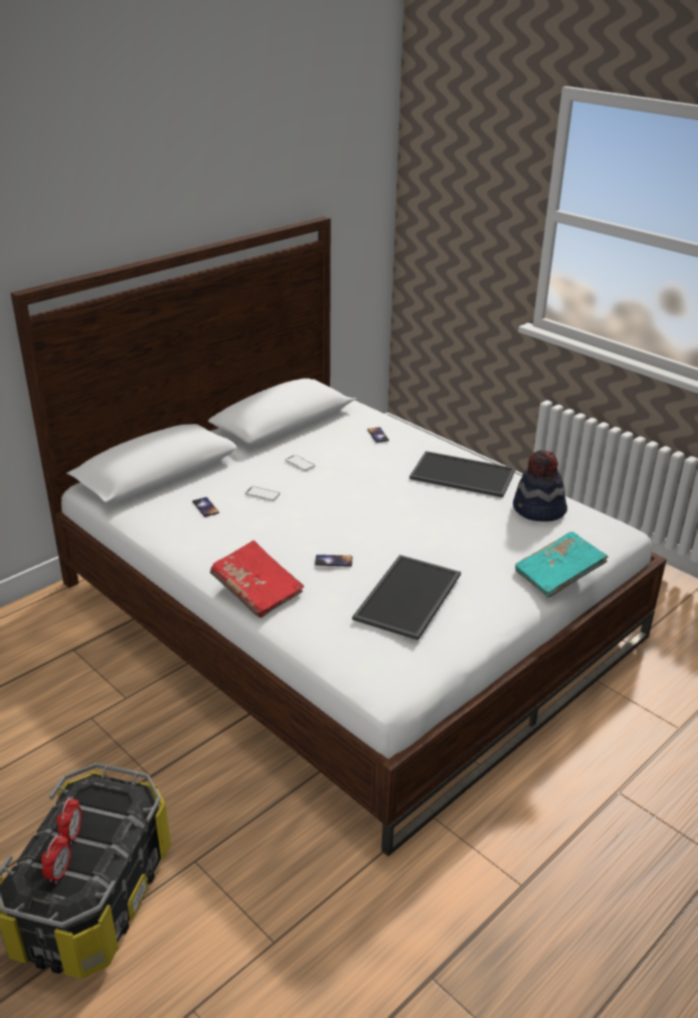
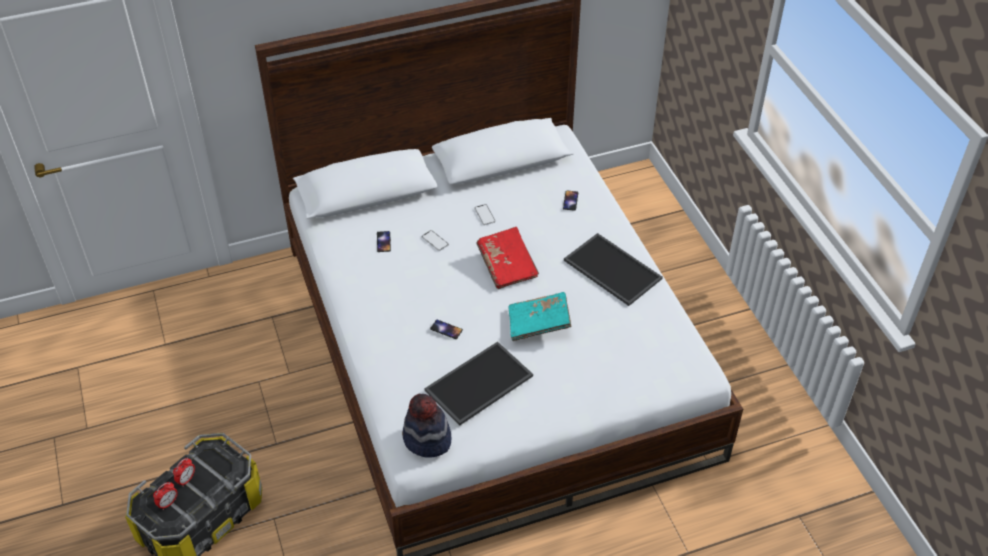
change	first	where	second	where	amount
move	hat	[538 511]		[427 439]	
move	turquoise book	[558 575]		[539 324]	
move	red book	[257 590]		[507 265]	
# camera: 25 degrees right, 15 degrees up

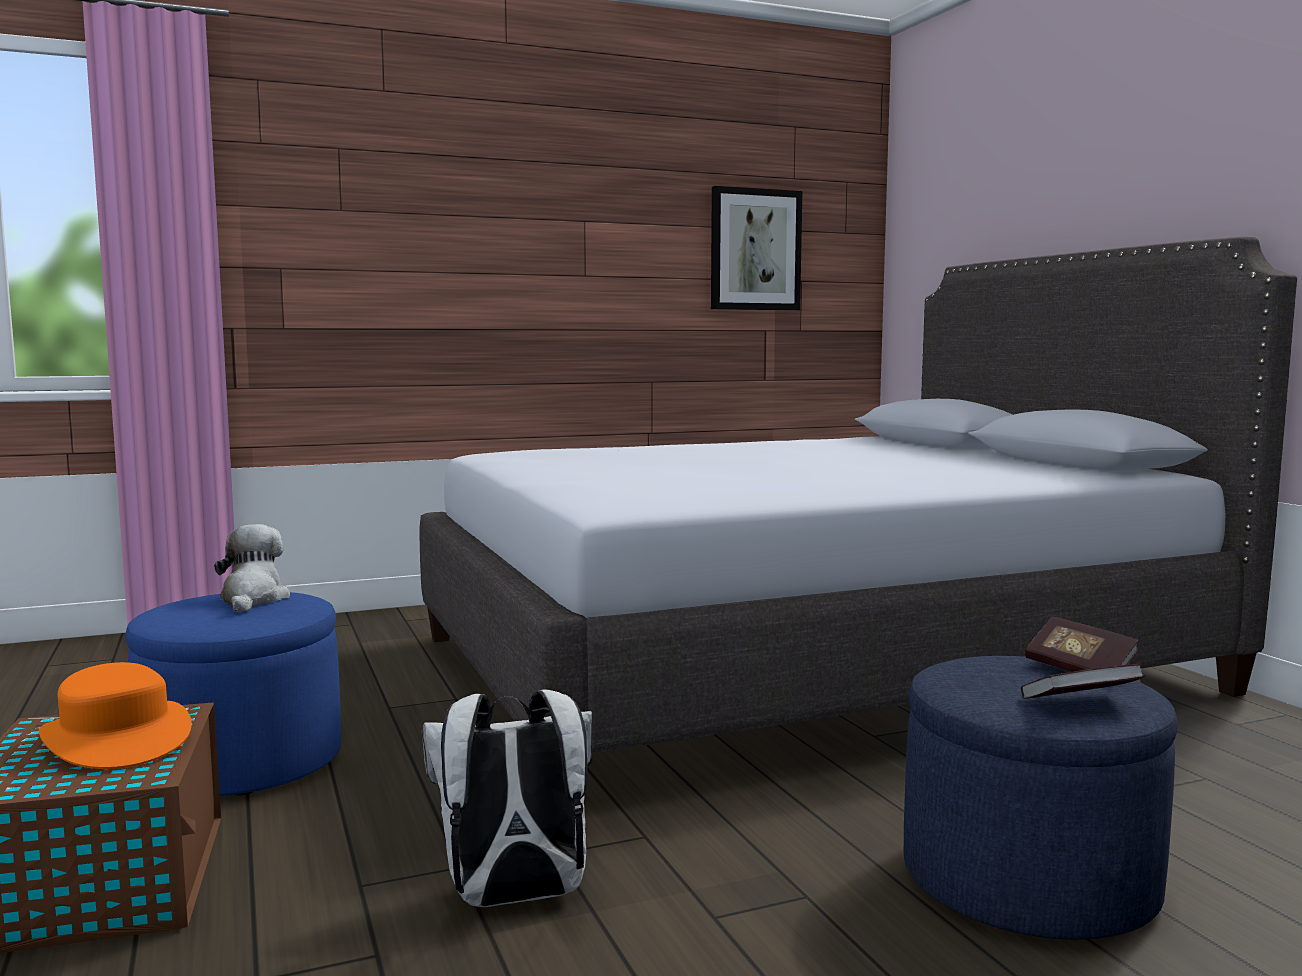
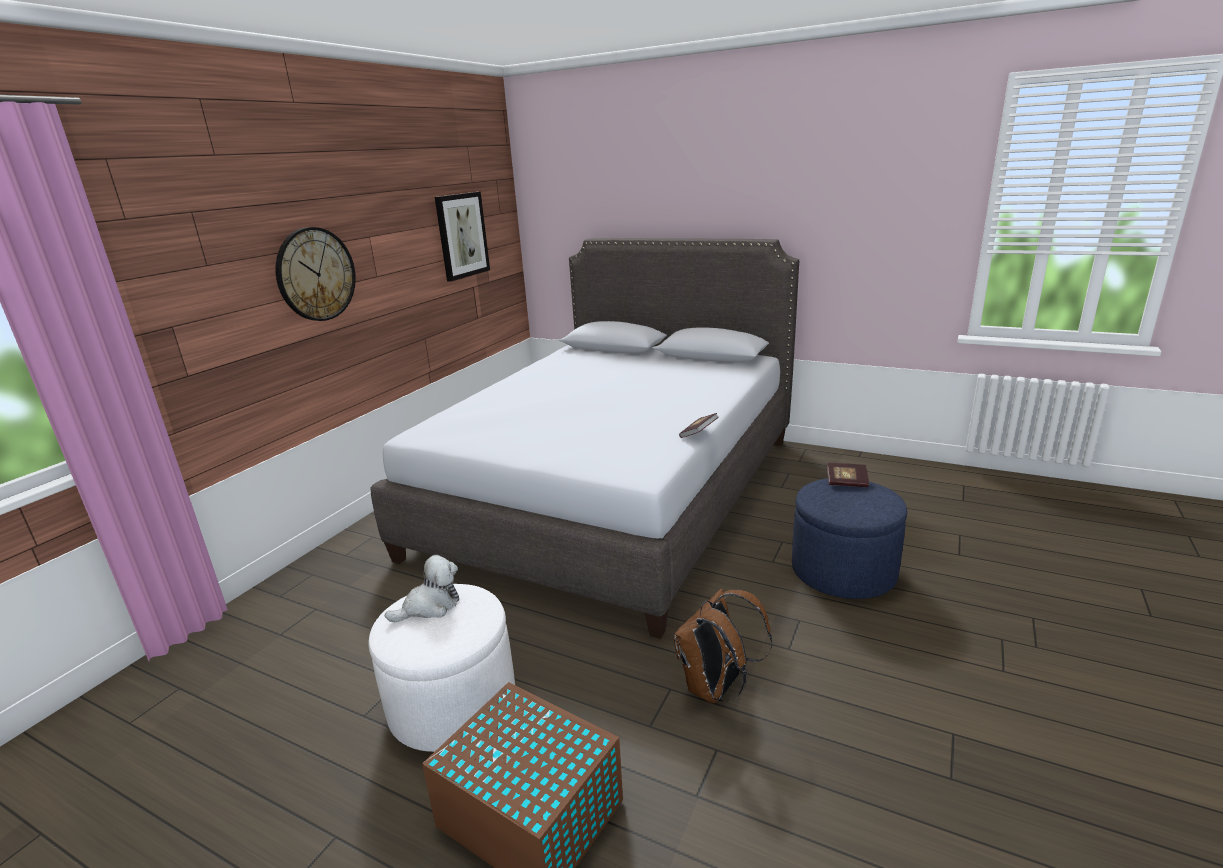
change	first	where	second	where	amount
rotate	plush toy	[252 599]		[430 606]	105 degrees clockwise
recolor	blue ottoman	[242 762]	white ottoman	[453 703]	
delete	orange hat	[116 738]			
move	book	[1080 703]		[698 433]	
recolor	white backpack	[514 898]	brown backpack	[716 688]	
insert			wall clock	[316 274]	
# camera: 40 degrees left, 15 degrees up

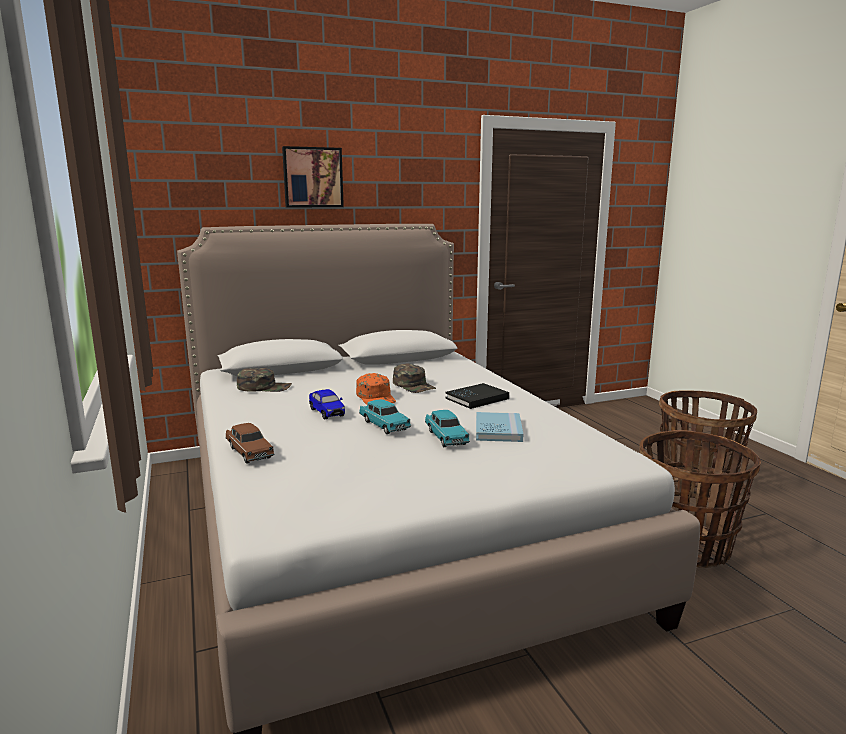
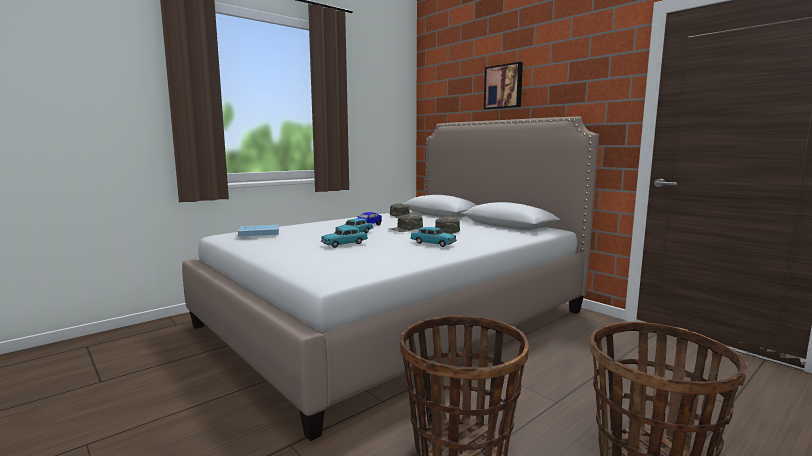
change	first	where	second	where	amount
recolor	orange cap	[376 397]	green cap	[406 229]	
replace	black book	[477 398]	turquoise toy car	[433 243]	
move	blue book	[498 430]		[259 232]	
delete	brown toy car	[249 452]			
# camera: 70 degrees right, 5 degrees down

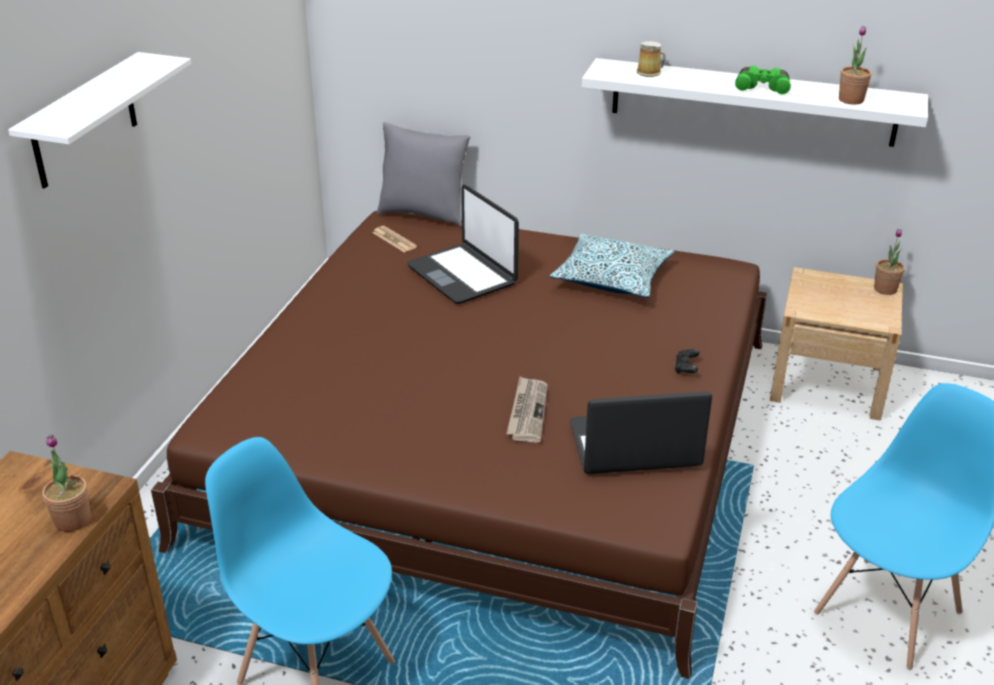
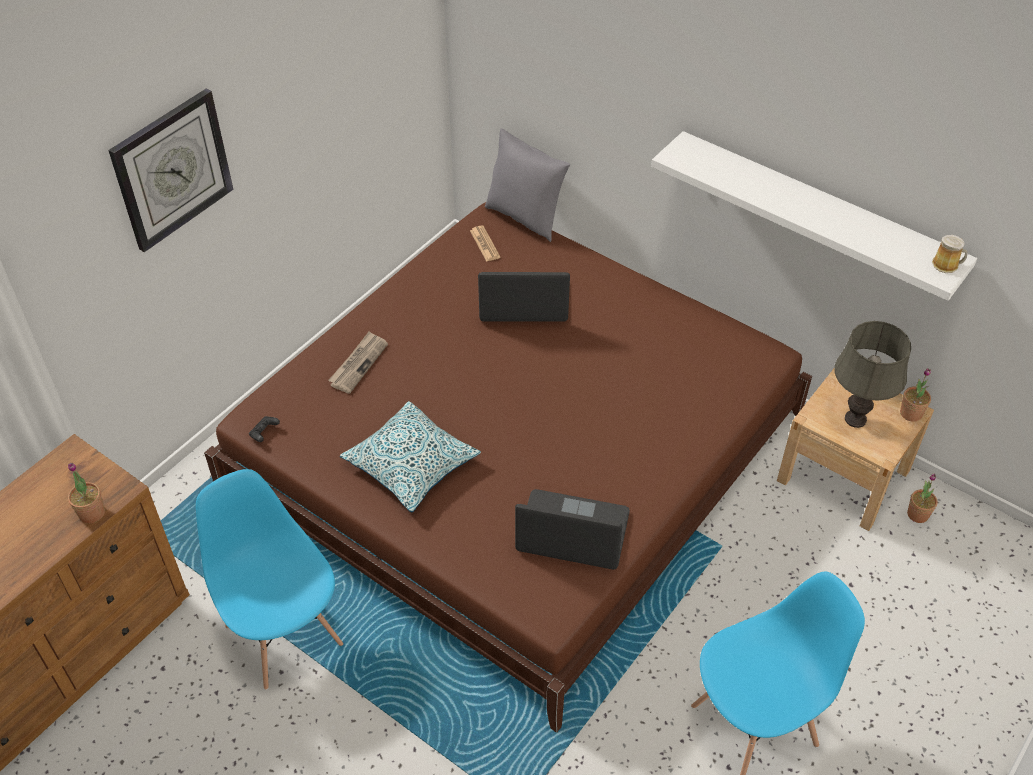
change	first	where	second	where	amount
move	potted plant	[851 100]		[917 514]	
move	mug	[650 72]		[947 265]	
replace	white shelf	[84 121]	wall clock	[172 169]	
delete	green binoculars	[762 87]			
rotate	laptop	[463 275]		[523 302]	105 degrees clockwise
move	pillow	[612 278]		[411 464]	
move	black game controller	[686 368]		[264 433]	
move	newspaper	[527 411]		[358 364]	
insert			grey table lamp	[856 419]	
# camera: 20 degrees right, 15 degrees up

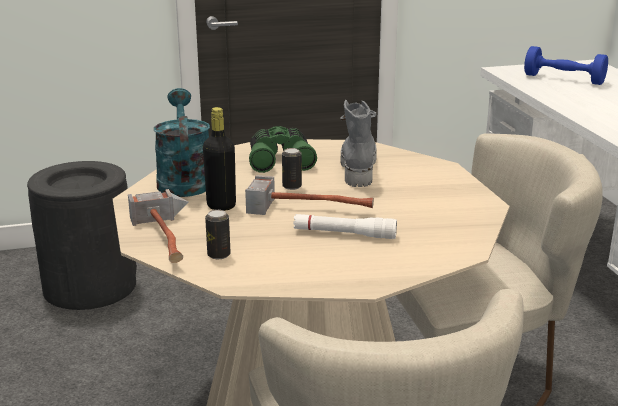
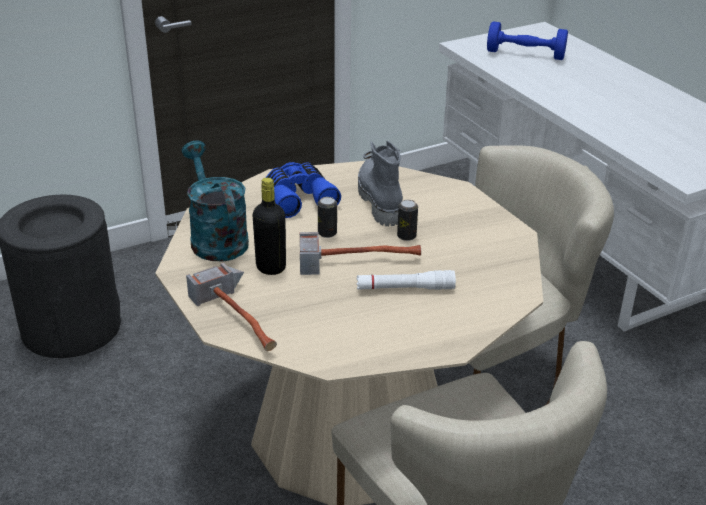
change	first	where	second	where	amount
recolor	green binoculars	[280 160]	blue binoculars	[298 198]	
move	can	[219 255]		[406 236]	
# camera: 15 degrees left, 10 degrees up

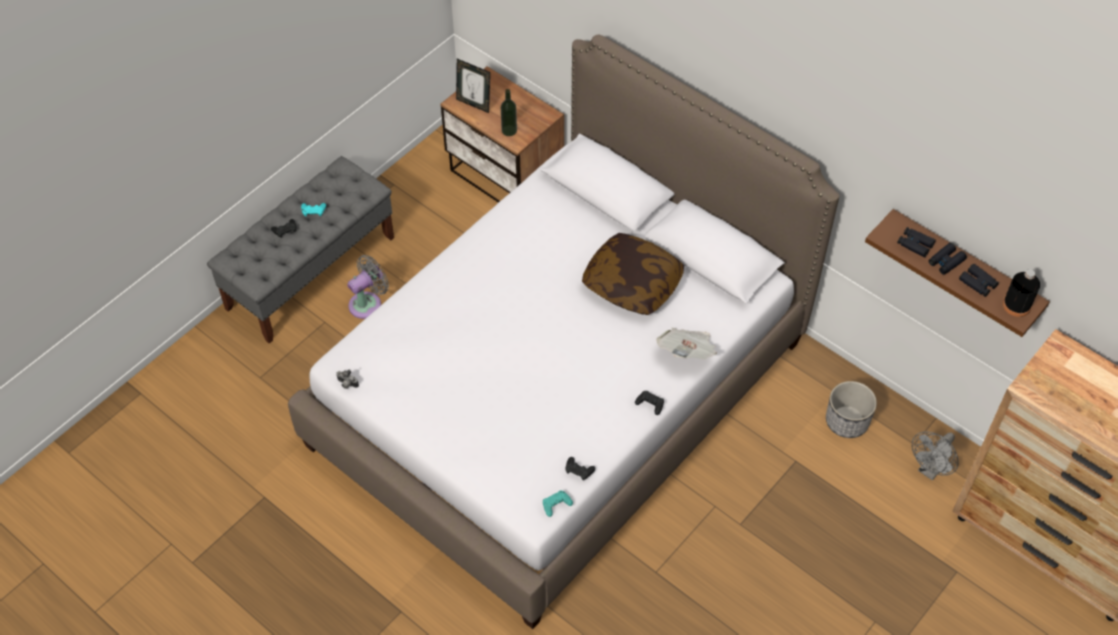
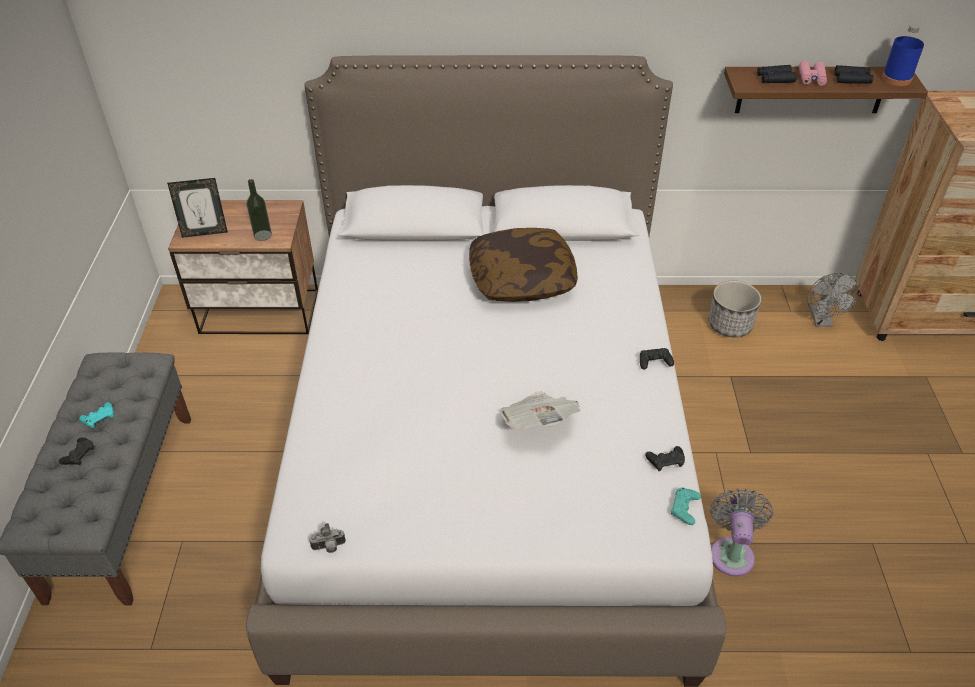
change	first	where	second	where	amount
recolor	black binoculars	[946 262]	pink binoculars	[811 78]	
move	grey fan	[368 303]		[731 552]	
recolor	black bottle	[1016 305]	blue bottle	[896 78]	
move	newspaper	[687 352]		[538 424]	
# camera: 40 degrees left, 10 degrees down

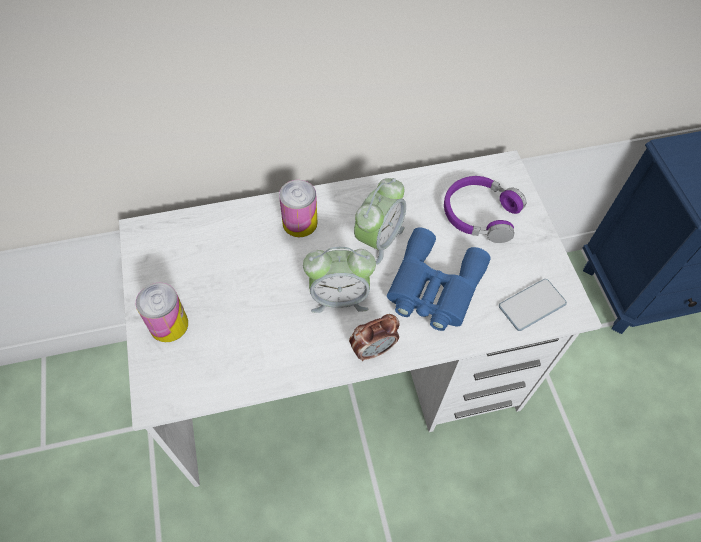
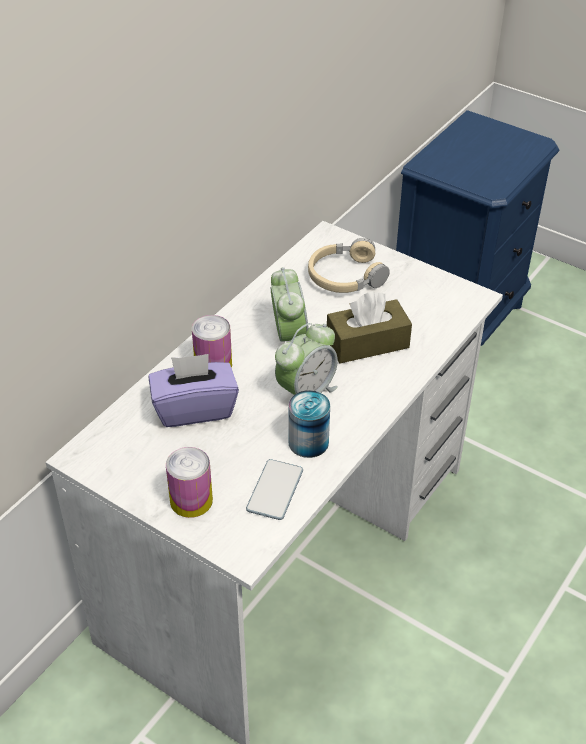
change	first	where	second	where	amount
recolor	purple headphones	[480 214]	beige headphones	[345 277]	
replace	blue binoculars	[433 288]	brown tissue box	[367 343]	
move	phone	[532 305]		[275 490]	
delete	alarm clock	[373 349]			
insert			purple tissue box	[194 408]	
insert			can	[308 442]	
# camera: 40 degrees left, 15 degrees down

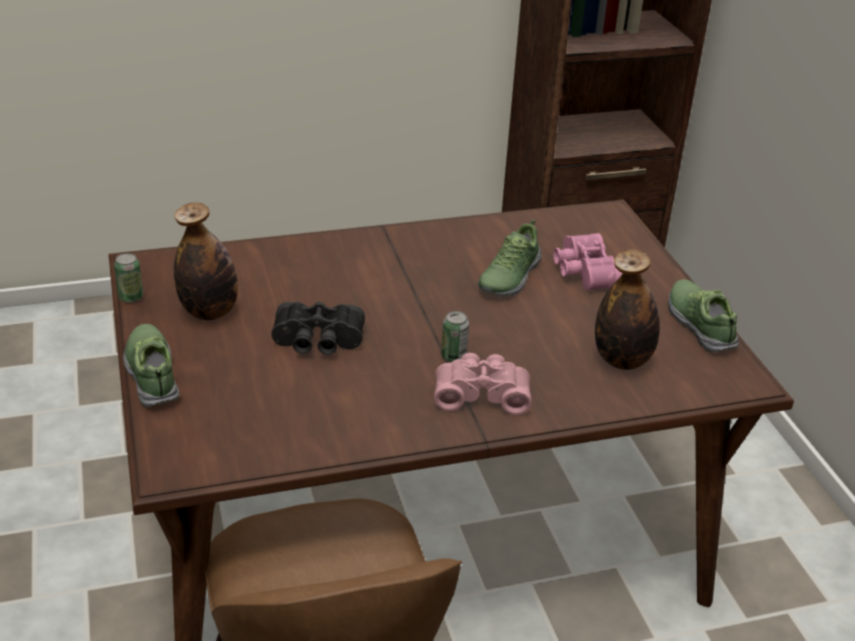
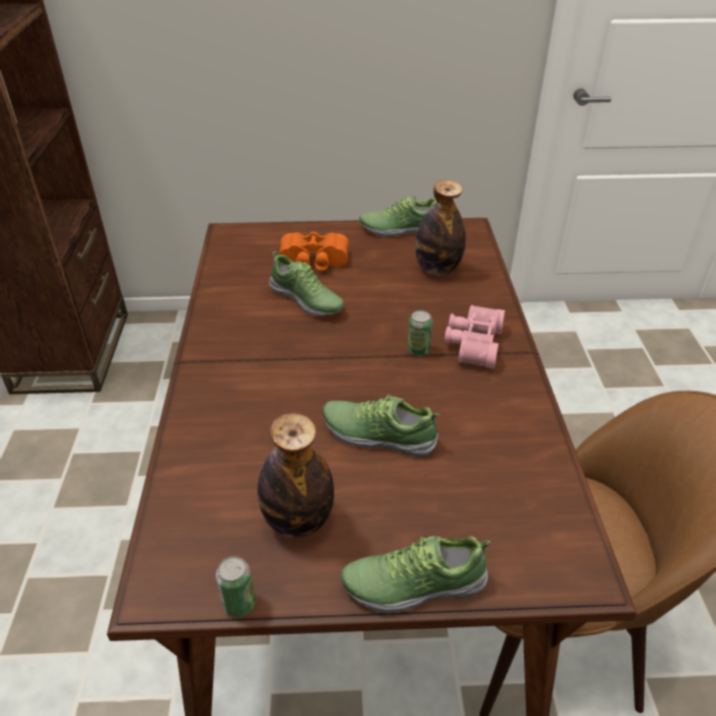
change	first	where	second	where	amount
recolor	pink binoculars	[582 272]	orange binoculars	[313 263]	
replace	black binoculars	[318 342]	shoe	[378 434]	
# camera: 75 degrees left, 5 degrees up

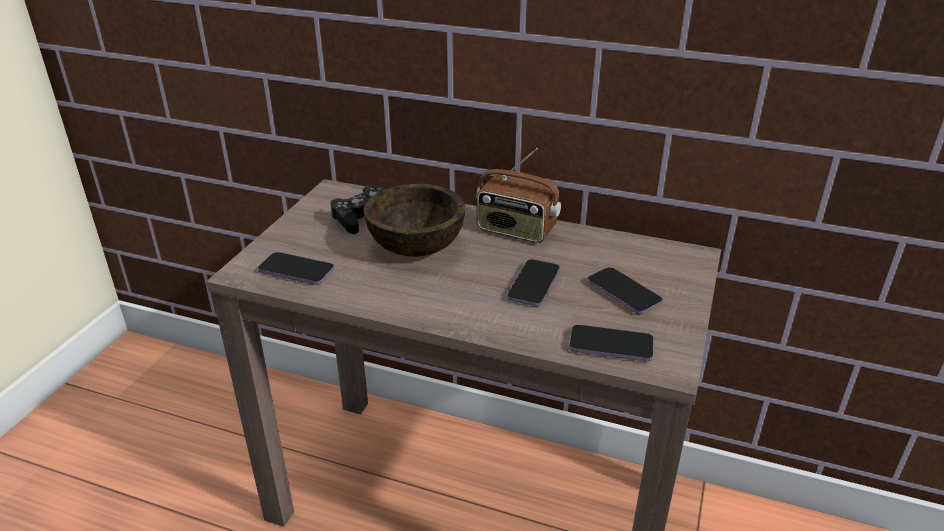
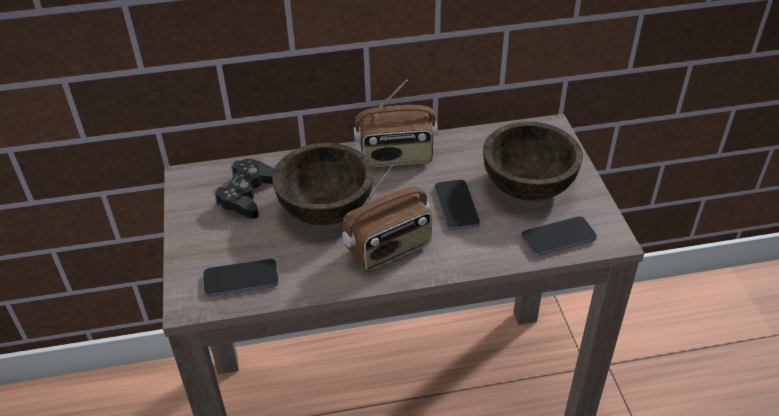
change	first	where	second	where	amount
replace	phone	[623 293]	brown bowl	[528 185]	
insert			radio	[389 249]	
# camera: 30 degrees left, 10 degrees up

